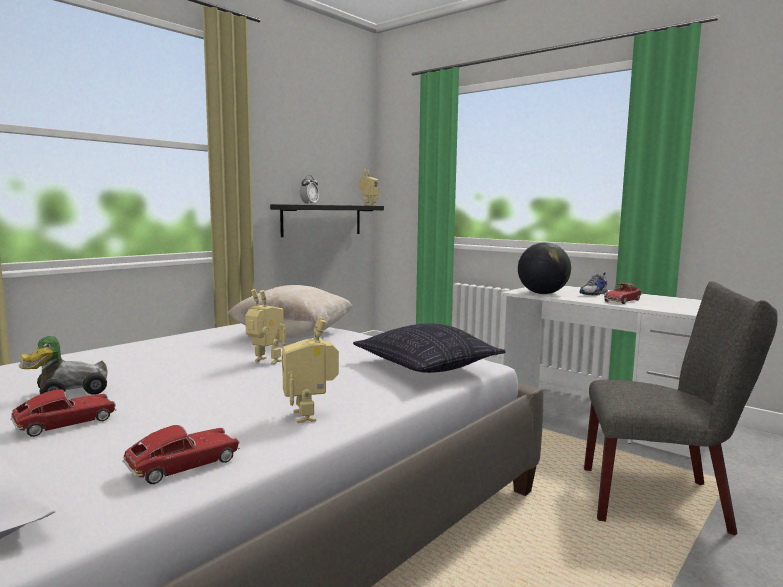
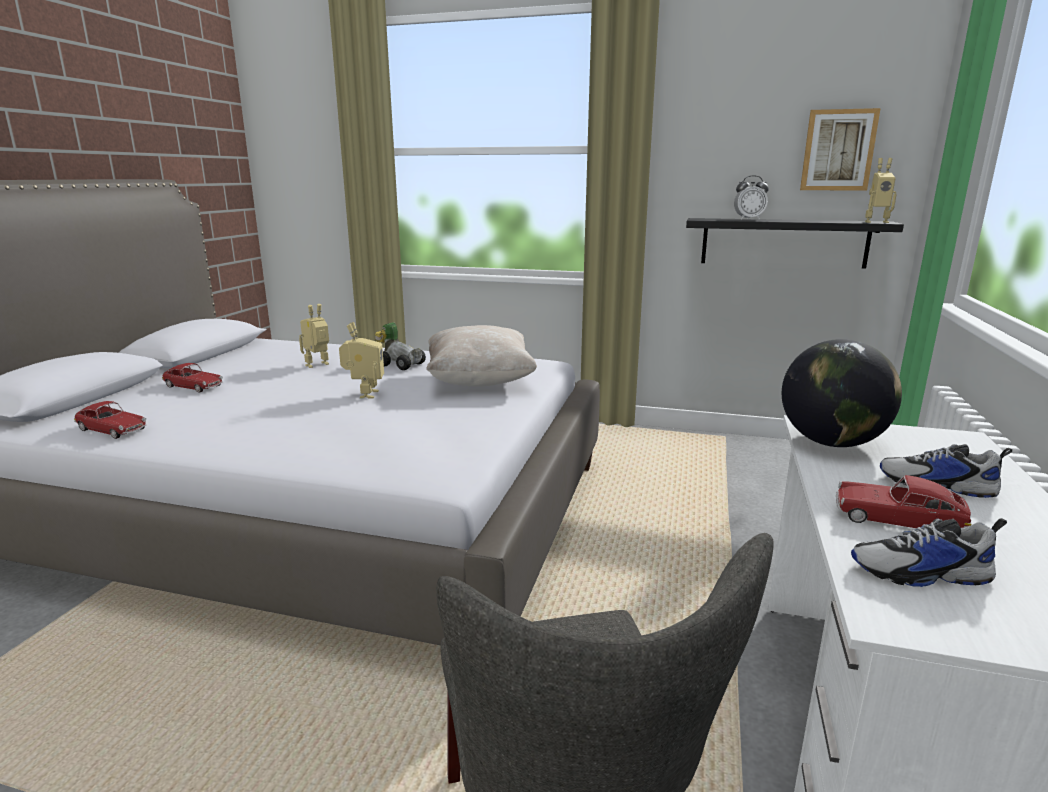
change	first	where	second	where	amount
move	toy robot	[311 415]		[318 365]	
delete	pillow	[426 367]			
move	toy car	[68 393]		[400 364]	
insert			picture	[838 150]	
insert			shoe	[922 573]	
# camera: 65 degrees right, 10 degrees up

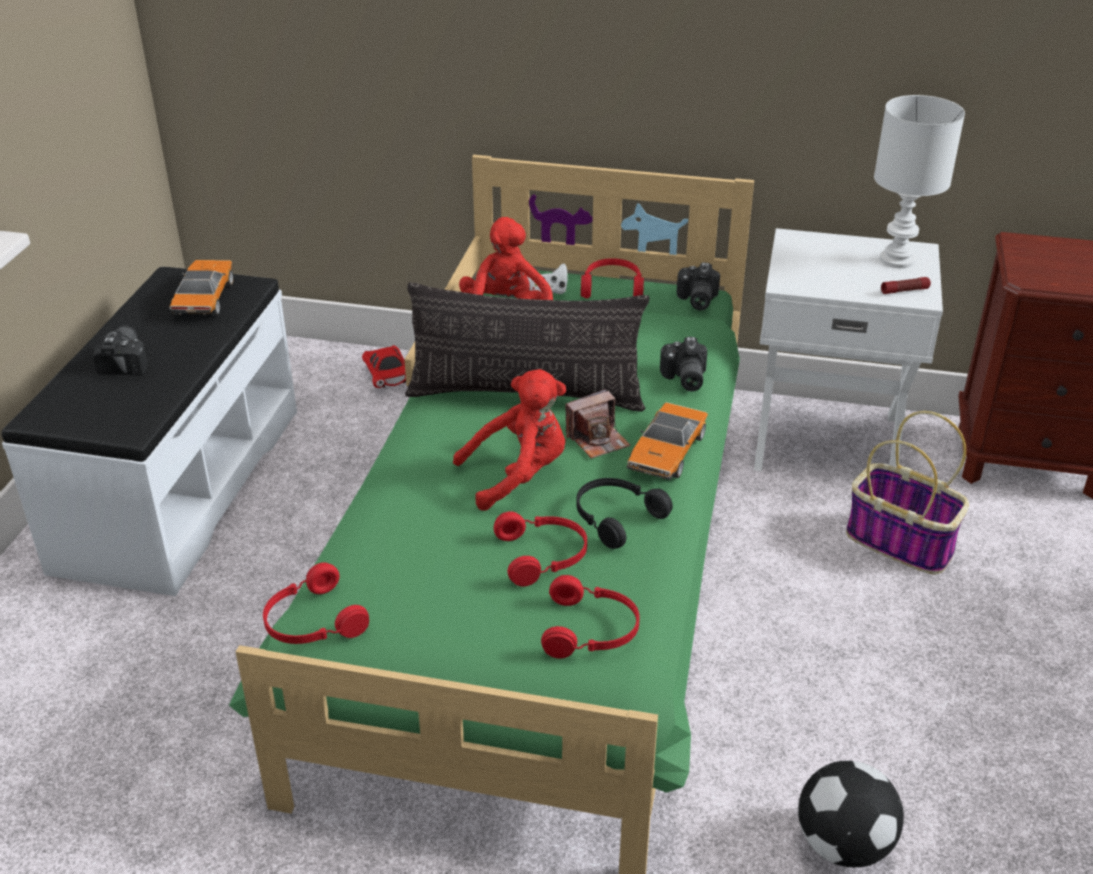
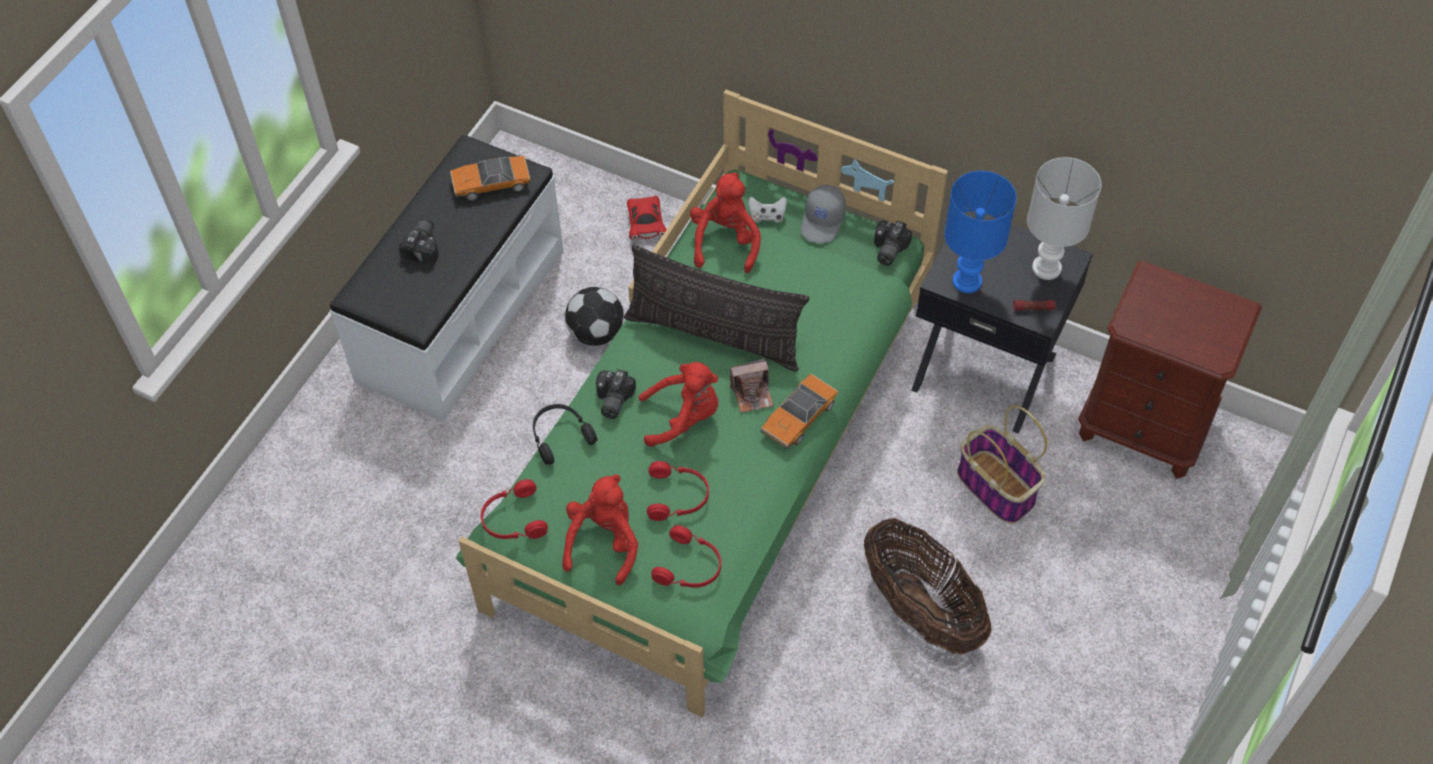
change	first	where	second	where	amount
recolor	white nightstand	[826 440]	black nightstand	[985 370]	
replace	red headphones	[612 287]	grey cap	[823 221]	
rotate	toy car	[204 298]		[491 183]	120 degrees counterclockwise
move	photo camera	[683 379]		[611 401]	
move	black headphones	[615 518]		[560 436]	
move	football	[844 844]		[597 333]	
insert			blue table lamp	[966 280]	
insert			red plush toy	[604 542]	
insert			basket	[921 609]	
# camera: 15 degrees right, 20 degrees up

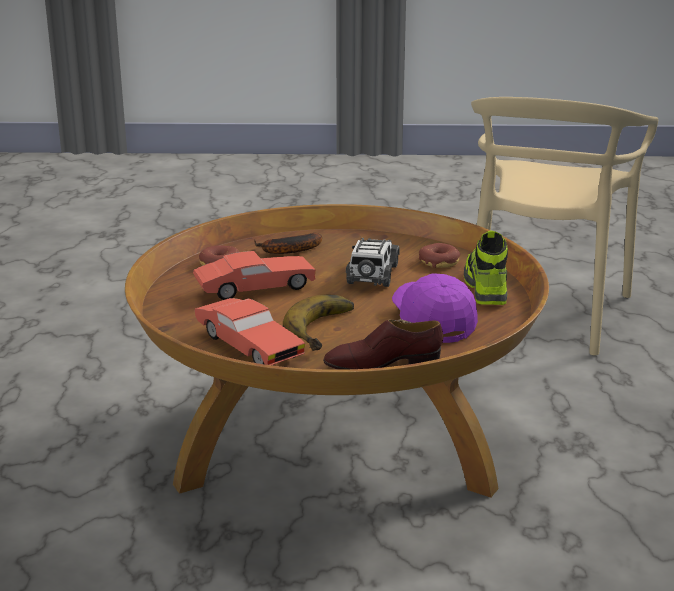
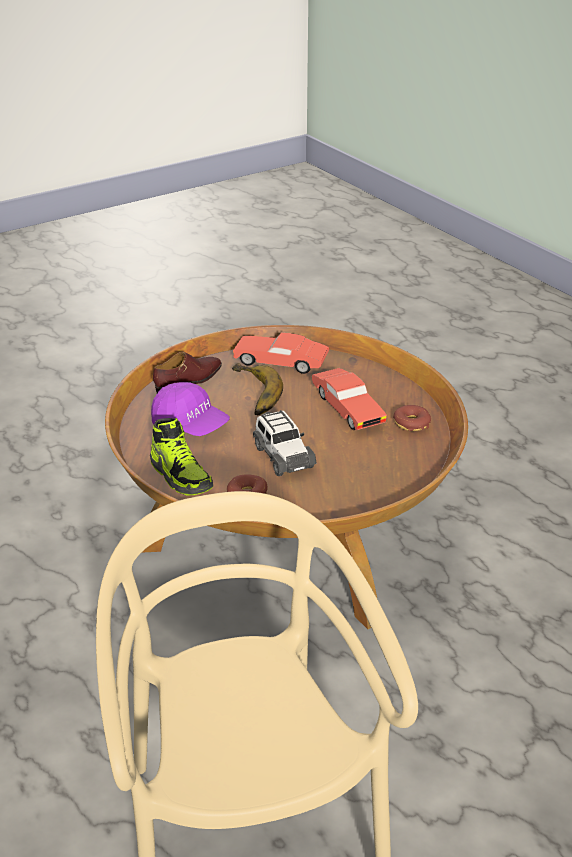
change	first	where	second	where	amount
delete	banana	[288 250]			
rotate	red toy car	[255 289]		[347 409]	60 degrees counterclockwise
# camera: 145 degrees right, 10 degrees up

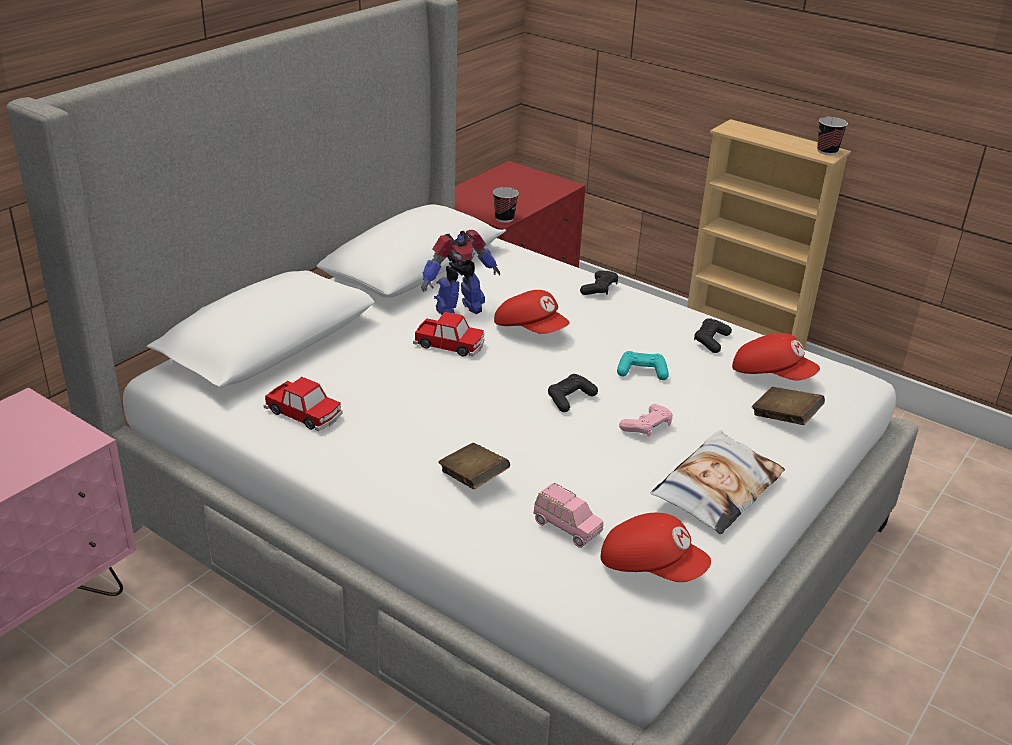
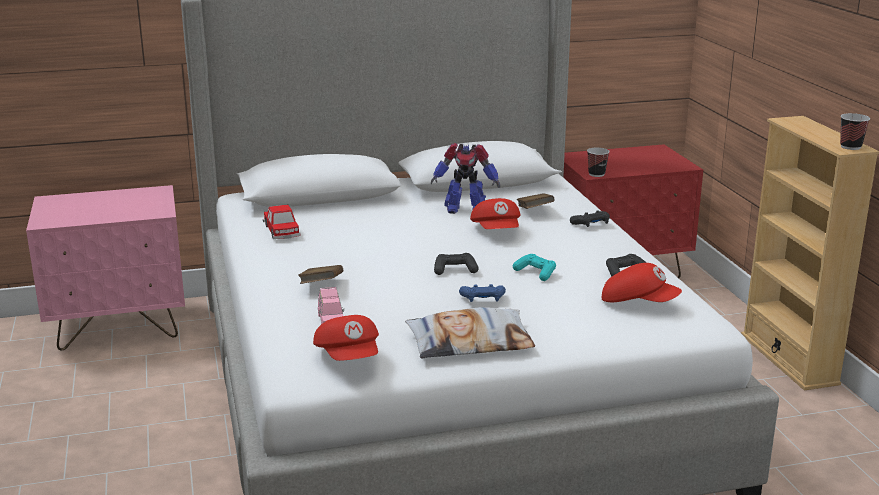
change	first	where	second	where	amount
delete	toy car	[449 345]			
rotate	red cap	[772 375]		[638 303]	45 degrees counterclockwise
move	brown book	[785 418]		[534 211]	
recolor	pink game controller	[647 427]	blue game controller	[483 299]	
# camera: 40 degrees right, 10 degrees down

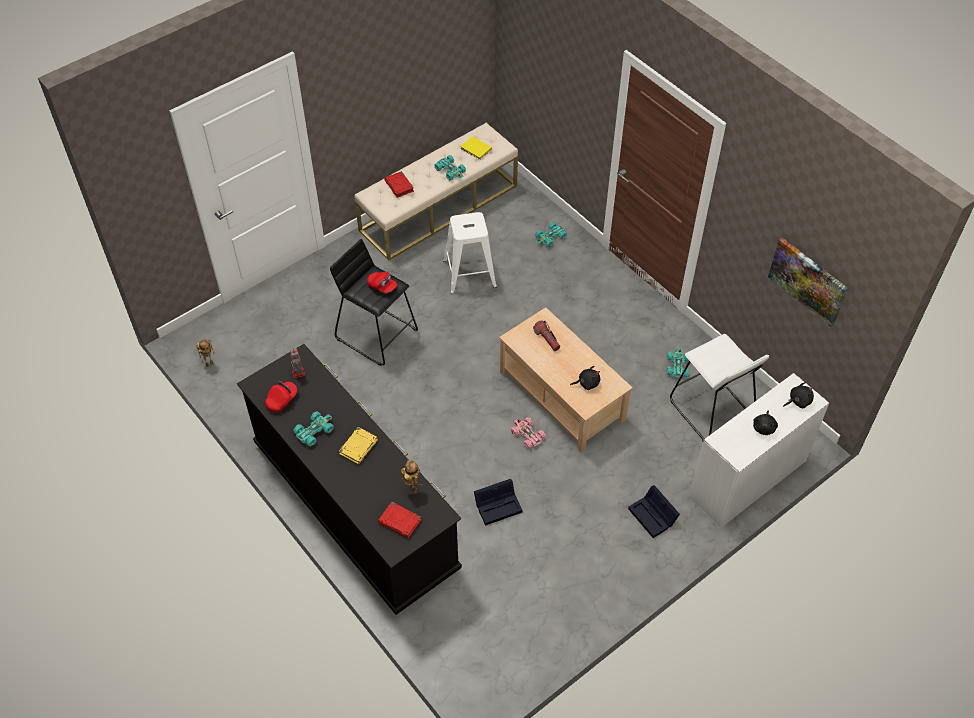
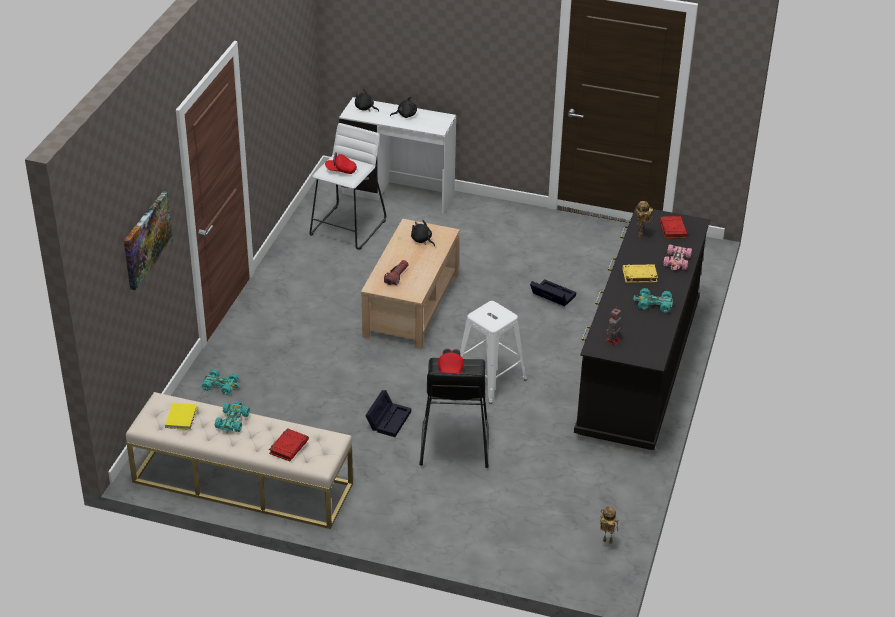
change	first	where	second	where	amount
move	white stool	[470 273]		[488 378]	
move	picture	[808 280]		[146 239]	
delete	turquoise toy car	[677 366]			
move	red cap	[282 400]		[341 170]	
move	pink toy car	[527 435]		[677 261]	
move	black storage box	[653 516]		[388 419]	
# camera: 125 degrees left, 15 degrees down

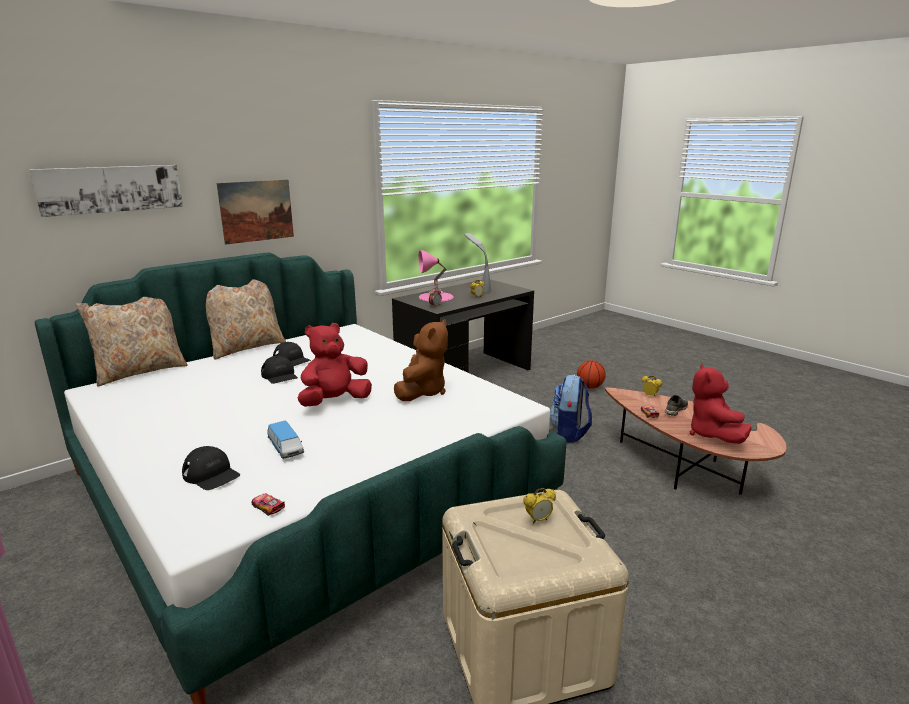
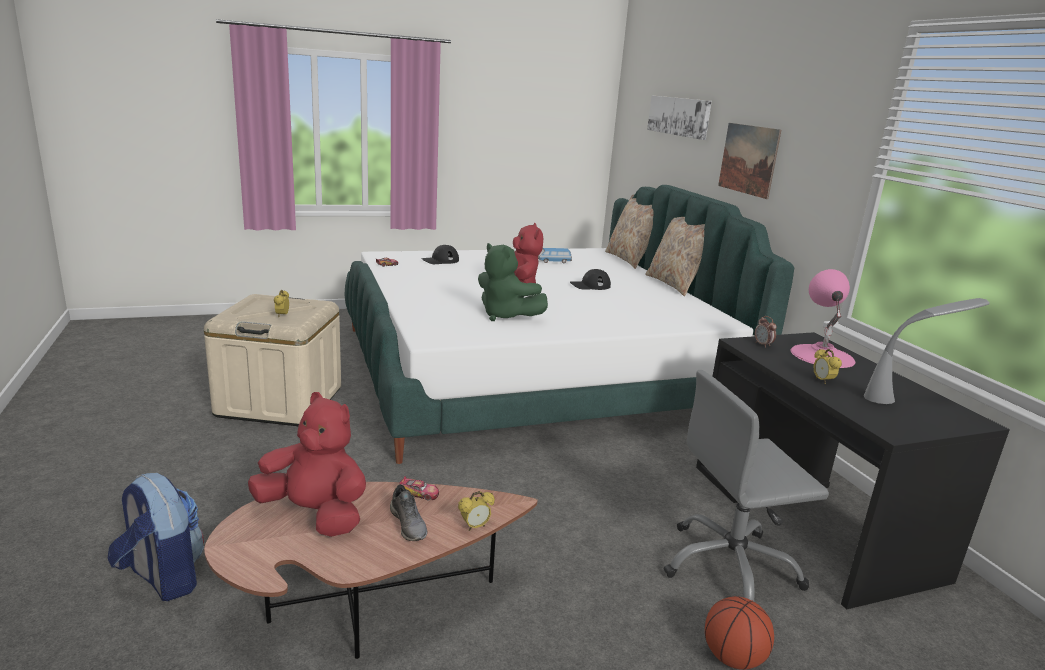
change	first	where	second	where	amount
recolor	brown plush toy	[422 392]	green plush toy	[505 316]	
delete	black cap	[292 360]			
move	backpack	[569 433]		[162 578]	
move	toy car	[286 449]		[553 261]	
insert			grey office chair	[730 567]	
# camera: 110 degrees right, 0 degrees up

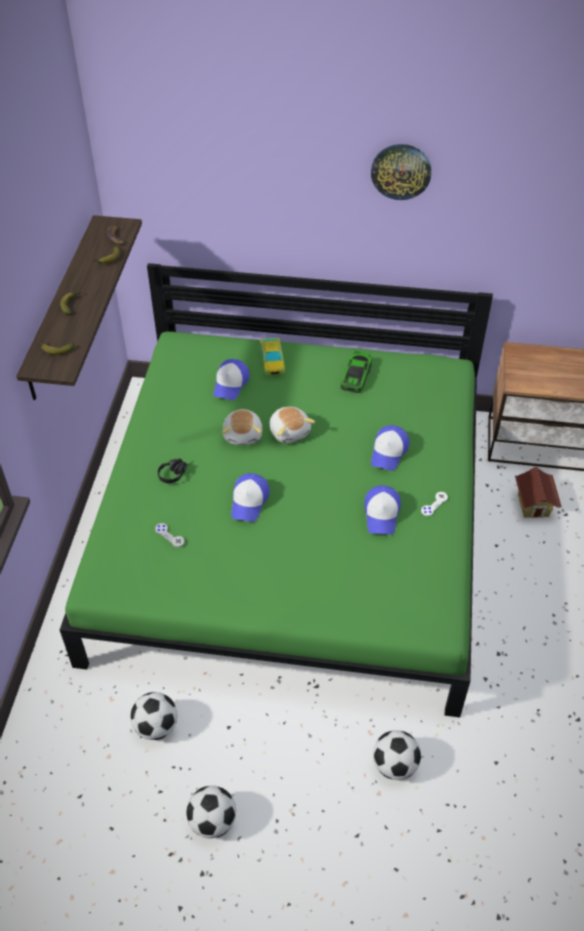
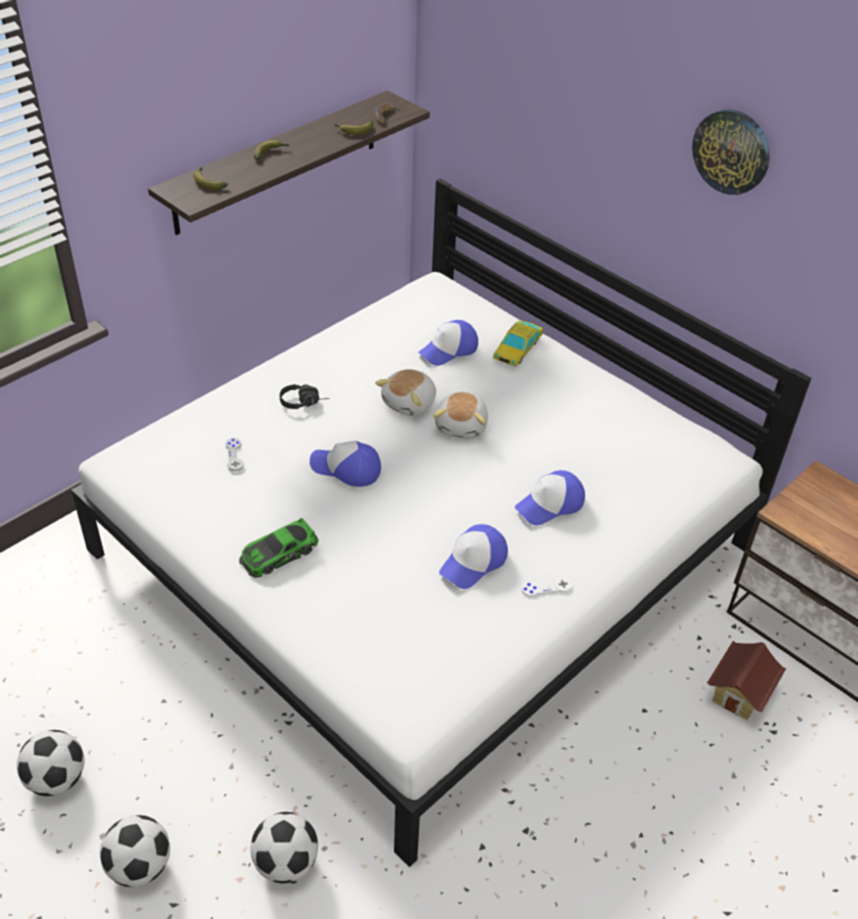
change	first	where	second	where	amount
recolor	green bed	[292 527]	white bed	[425 549]	
move	toy car	[356 376]		[278 553]	
rotate	cap	[249 501]		[346 468]	60 degrees clockwise
move	football	[156 726]		[140 866]	
# camera: 35 degrees right, 5 degrees down

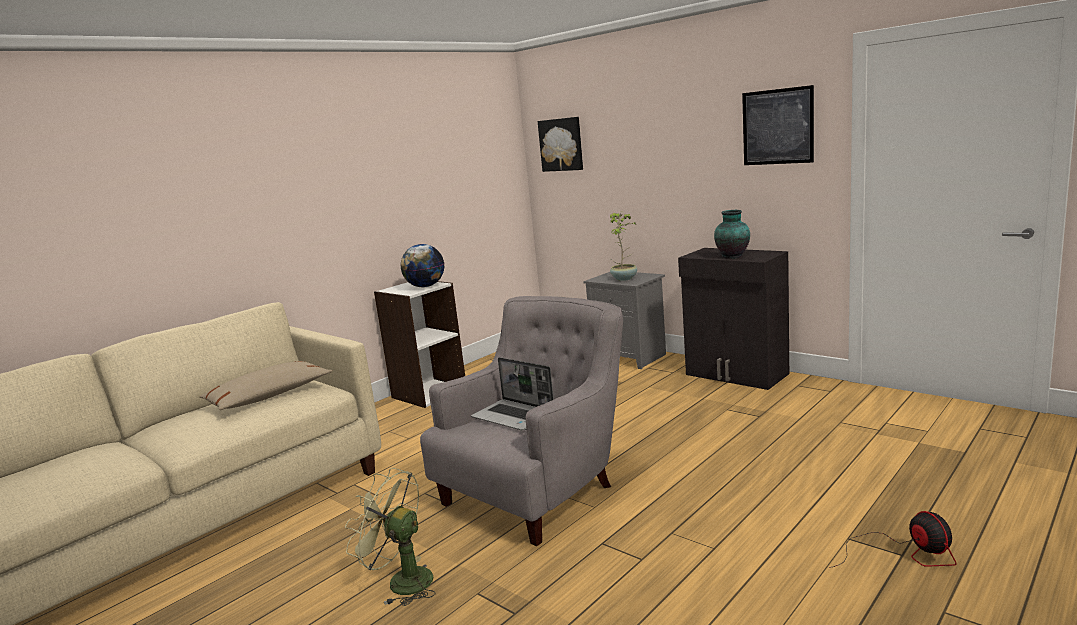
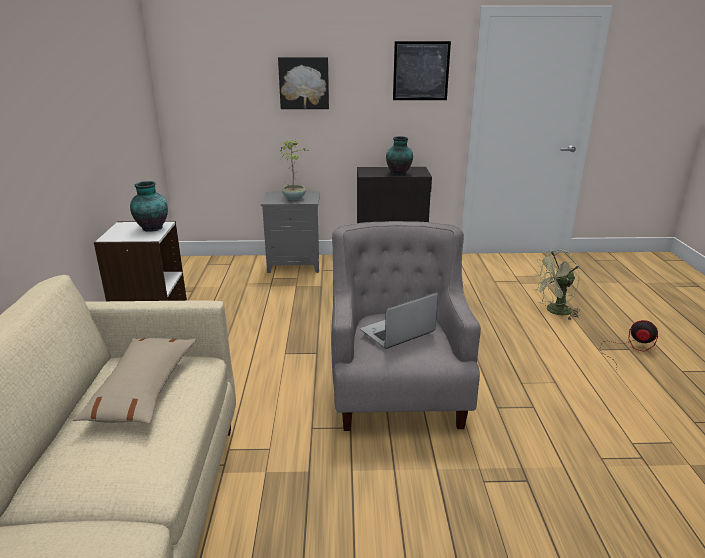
change	first	where	second	where	amount
move	picture	[561 144]		[304 83]	
replace	globe	[425 286]	vase	[152 228]	
rotate	laptop	[514 416]		[397 332]	150 degrees clockwise
move	green fan	[401 581]		[554 311]	
# camera: 45 degrees left, 10 degrees up

